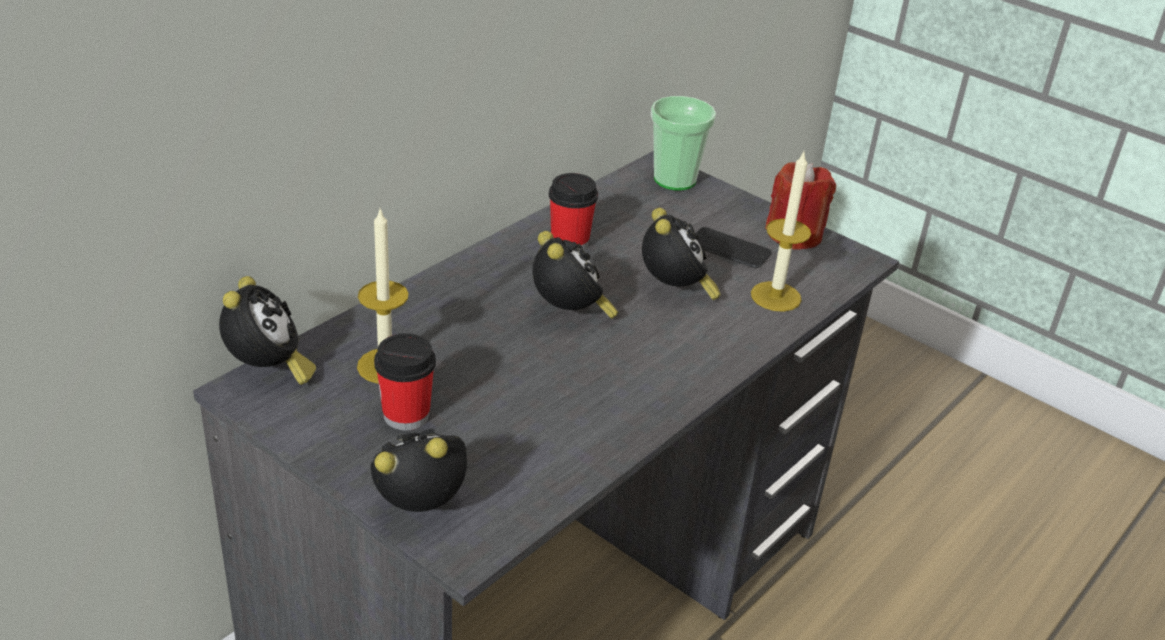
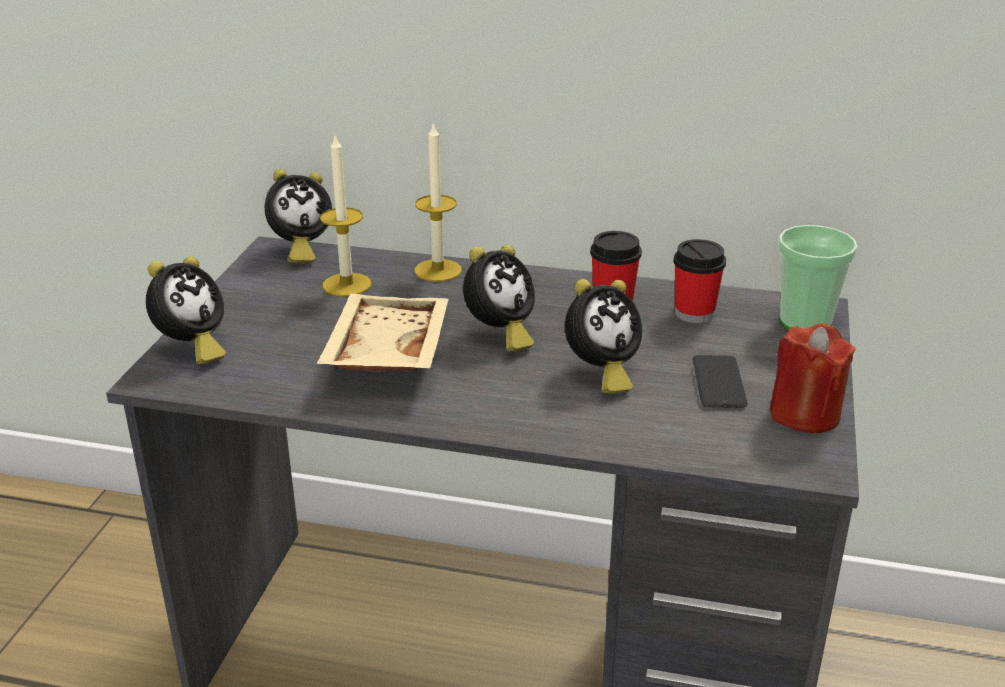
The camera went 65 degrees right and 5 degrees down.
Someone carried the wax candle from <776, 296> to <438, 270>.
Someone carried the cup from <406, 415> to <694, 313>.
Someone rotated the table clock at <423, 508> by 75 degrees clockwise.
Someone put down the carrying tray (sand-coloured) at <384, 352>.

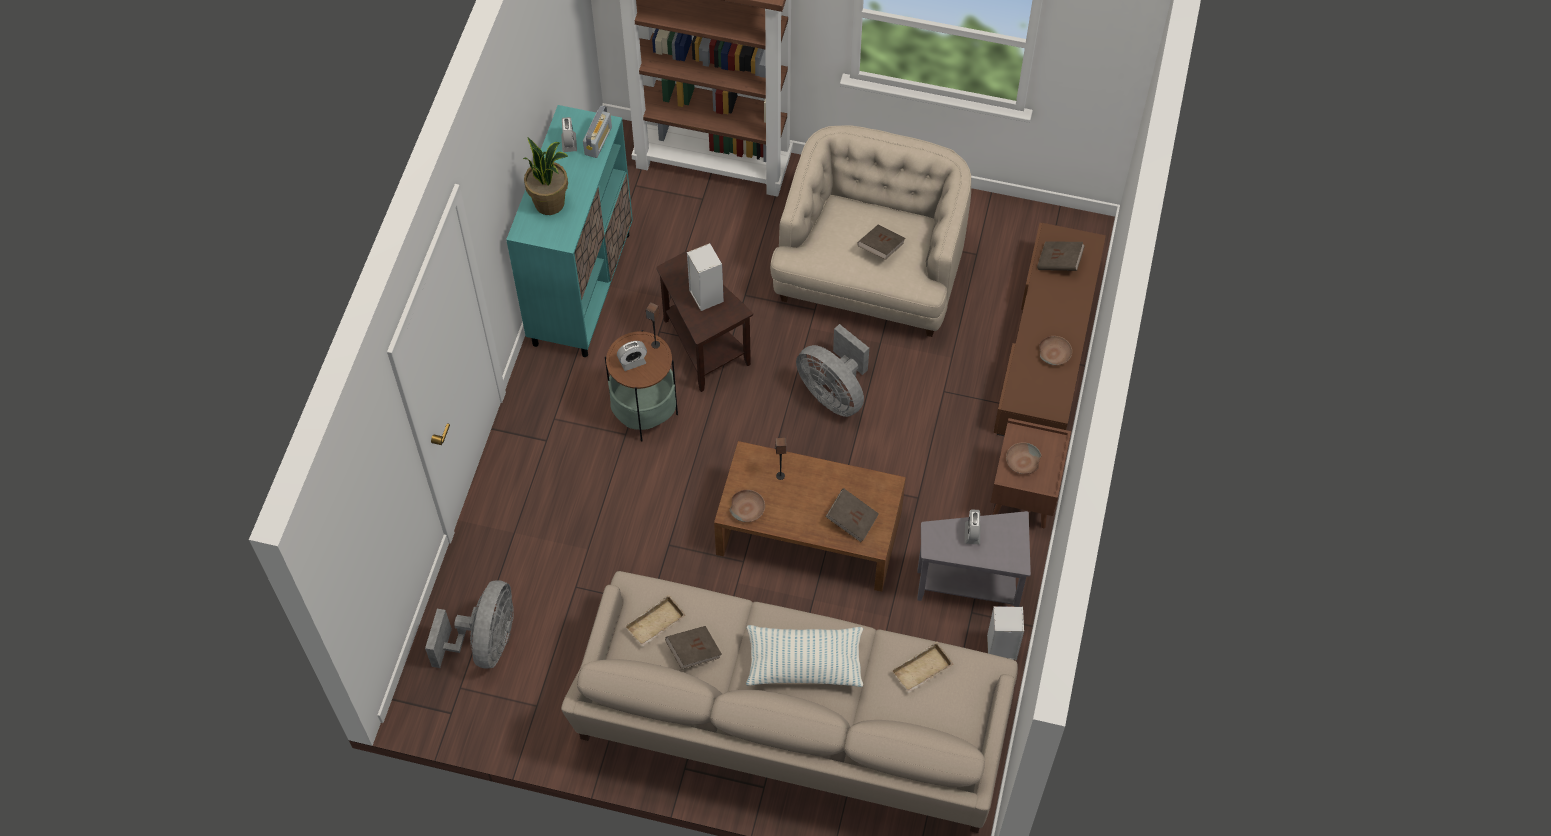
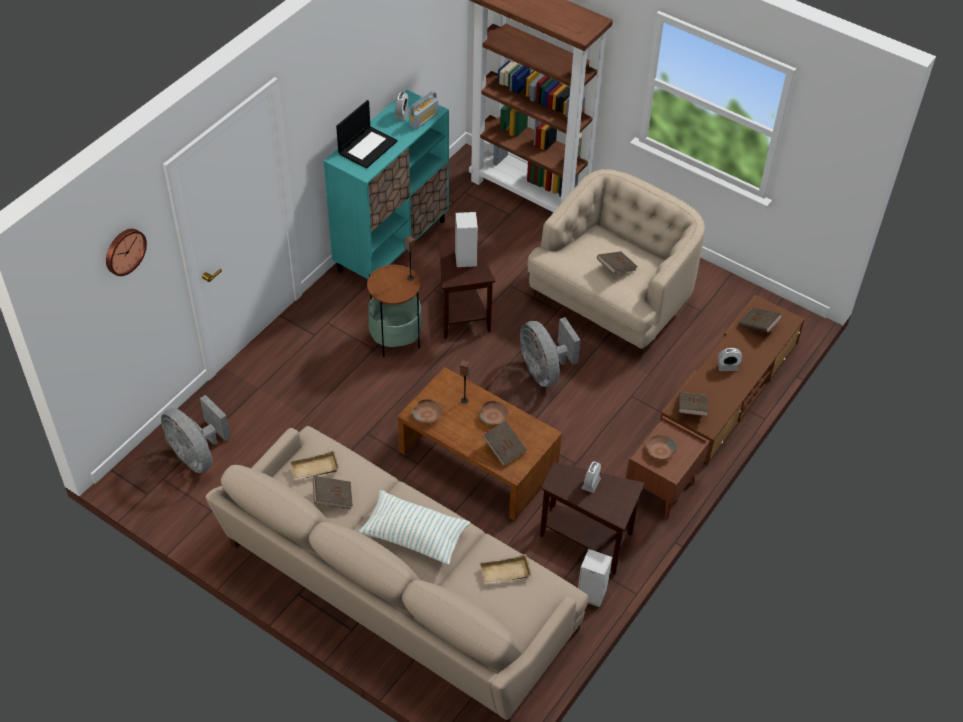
The camera went 20 degrees right and 10 degrees down.
Someone swapped the potted plant at <550, 202> for the notebook computer at <367, 147>.
Someone carried the bowl (brown-coloured) from <1054, 353> to <494, 416>.
Someone carried the table clock from <633, 362> to <727, 367>.
Someone repainted the end table (grey) at <972, 587>, which became the end table (brown-coloured) at <588, 541>.
Someone rotated the electric fan (grey) at <485, 643> by 105 degrees clockwise.
Someone put up the wall clock at <124, 251>.
Someone put down the volume (brown-coloured) at <691, 410>.

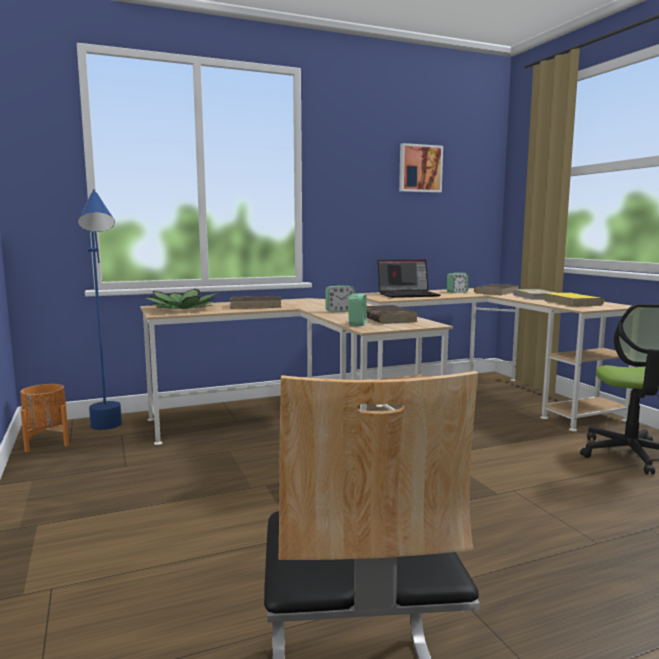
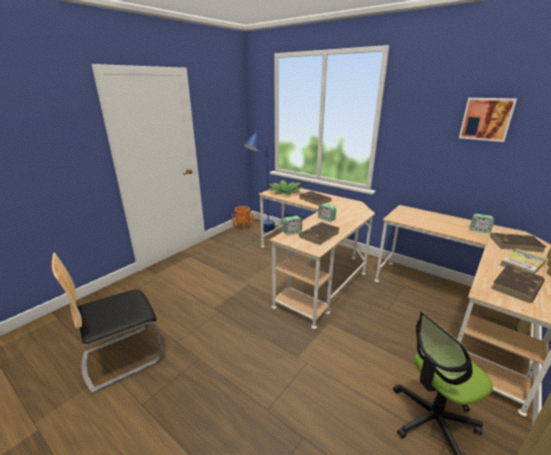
The camera went 60 degrees right and 15 degrees up.
Someone took away the notebook computer at <408, 295>.
Someone repainted the volume (yellow-coloured) at <573, 303>, which became the volume (brown-coloured) at <517, 286>.

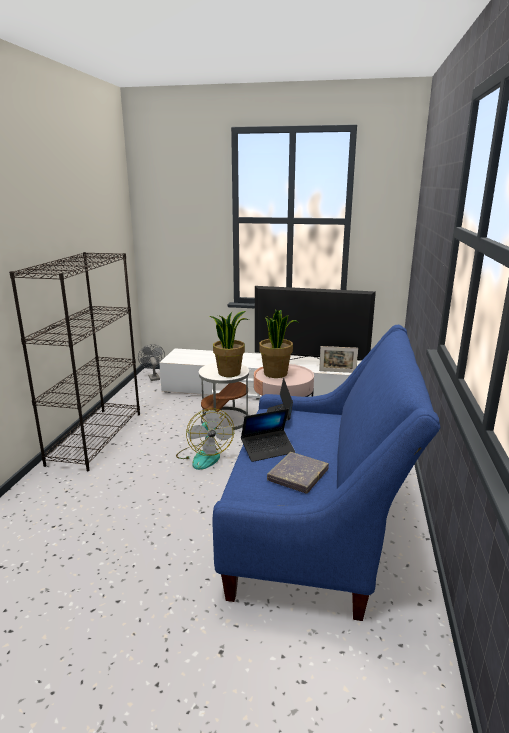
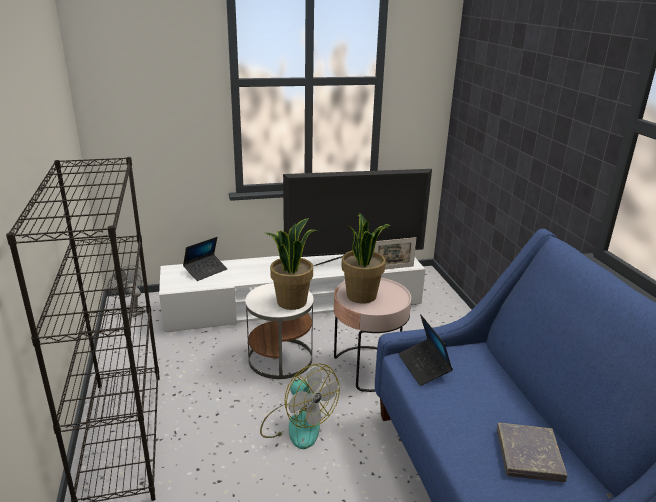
The camera went 25 degrees left and 5 degrees up.
Someone carried the notebook computer from <268, 450> to <205, 271>.

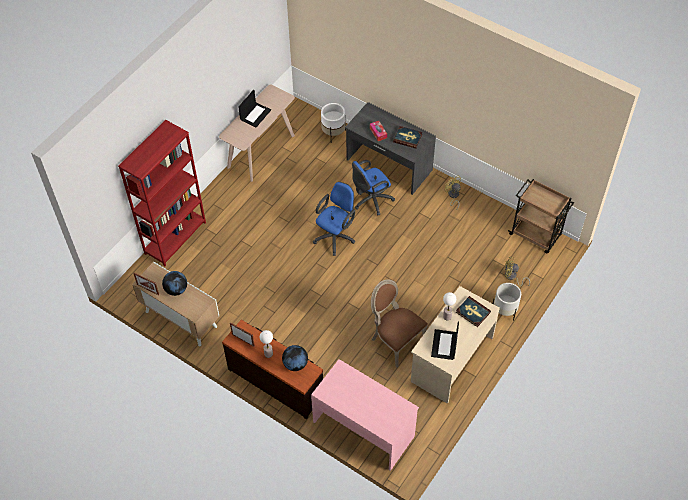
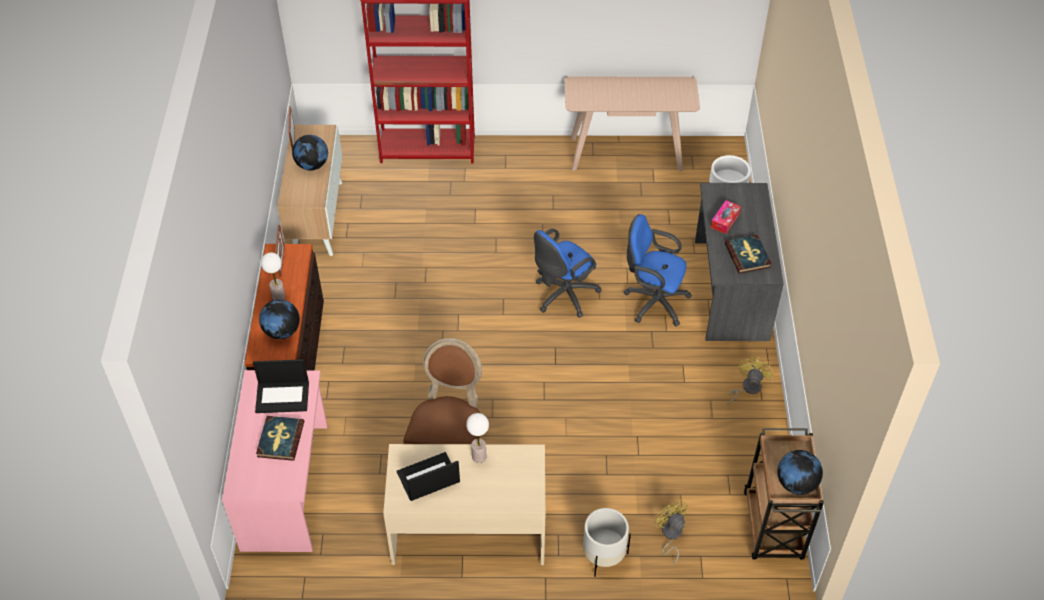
The camera went 55 degrees right and 5 degrees down.
Someone carried the notebook computer from <255, 114> to <283, 396>.
Someone rotated the office chair (bluish) at <336, 236> by 135 degrees clockwise.
Someone carried the volume from <473, 312> to <280, 439>.
Someone put down the world globe at <796, 483>.

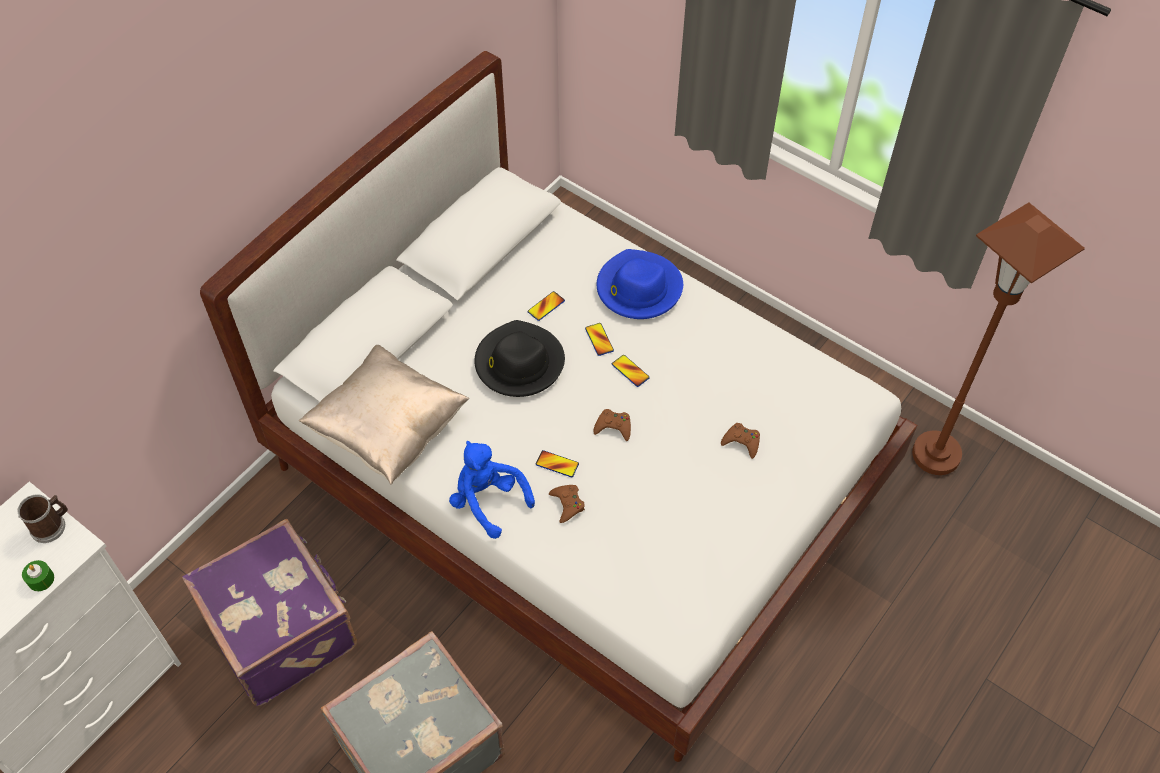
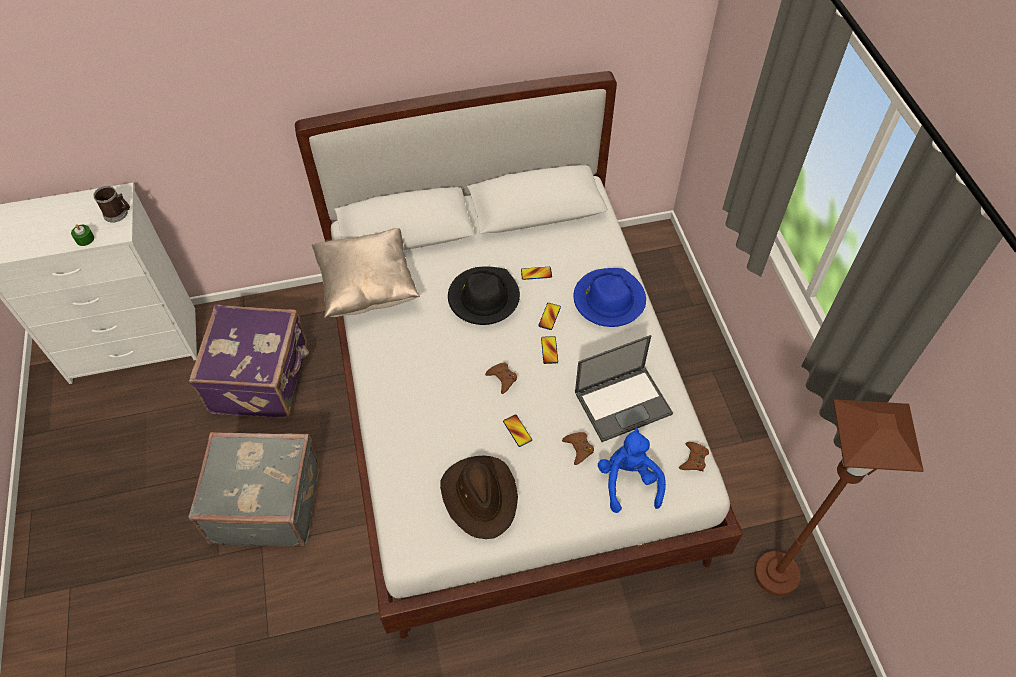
The camera went 40 degrees right and 0 degrees up.
Someone carried the cuddly toy (bluish) from <488, 501> to <629, 481>.
Someone carried the phone from <557, 464> to <517, 431>.
Someone carried the joypad (brown-coloured) from <567, 504> to <693, 459>.
Someone put down the notebook computer at <624, 402>.
Someone put down the clothing hat (brown-coloured) at <480, 496>.

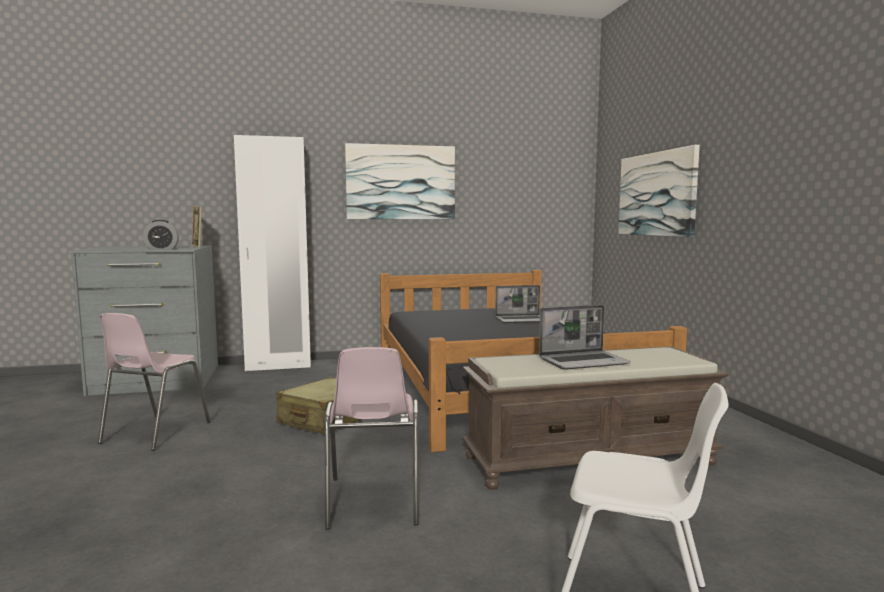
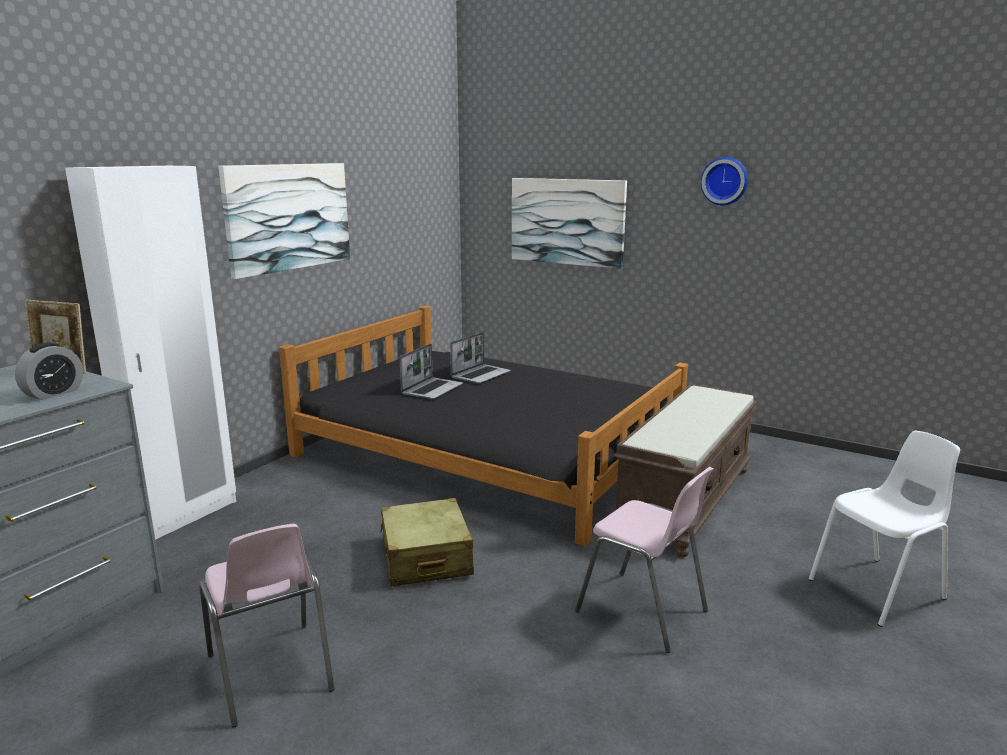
The camera went 45 degrees left and 10 degrees up.
Someone carried the notebook computer from <584, 362> to <432, 389>.
Someone put up the wall clock at <725, 181>.

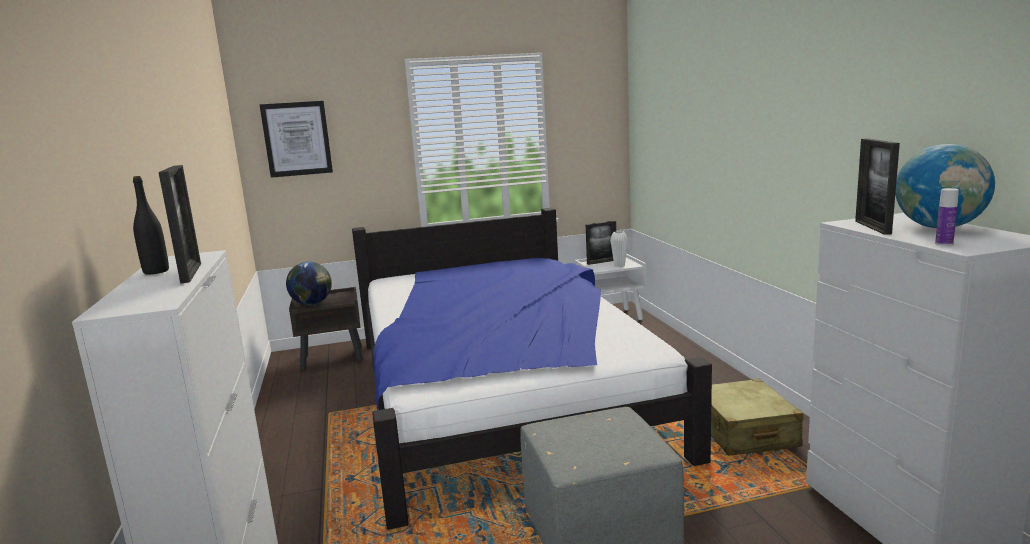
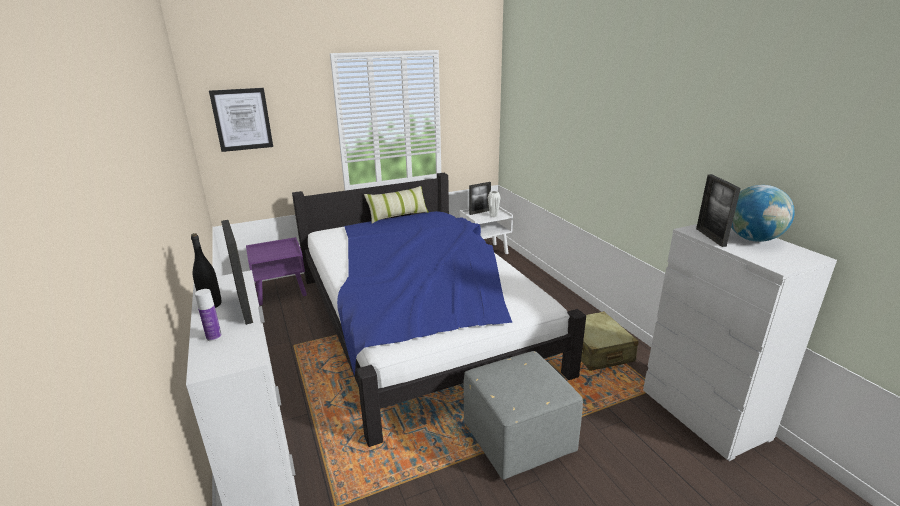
The camera went 10 degrees left and 10 degrees up.
Someone carried the bottle from <944, 244> to <214, 337>.
Someone took away the world globe at <312, 303>.
Someone repainted the bedside table (brown-coloured) at <333, 358>, which became the bedside table (purple) at <281, 293>.
Someone put down the cushion at <398, 216>.

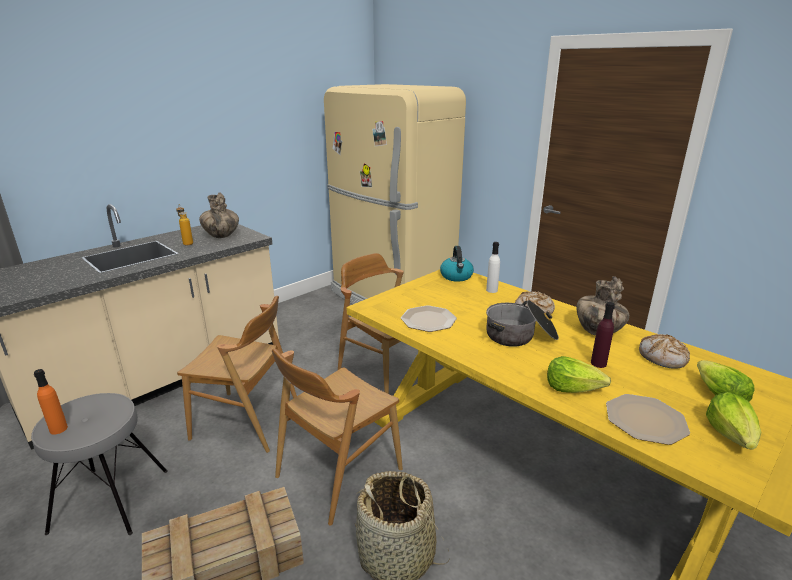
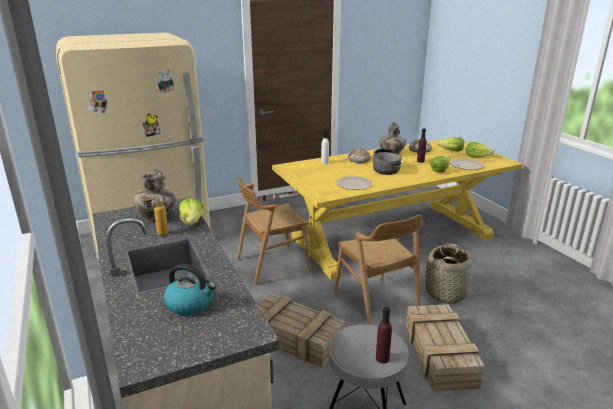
The camera went 70 degrees left and 0 degrees up.
Someone carried the water kettle from <456, 276> to <191, 304>.
Someone swapped the chair (brown-coloured) at <246, 421> for the shipping crate at <296, 338>.
Someone repainted the bottle (orange-coloured) at <58, 429>, which became the bottle (purple) at <382, 358>.
Someone put down the head of lettuce at <192, 222>.

